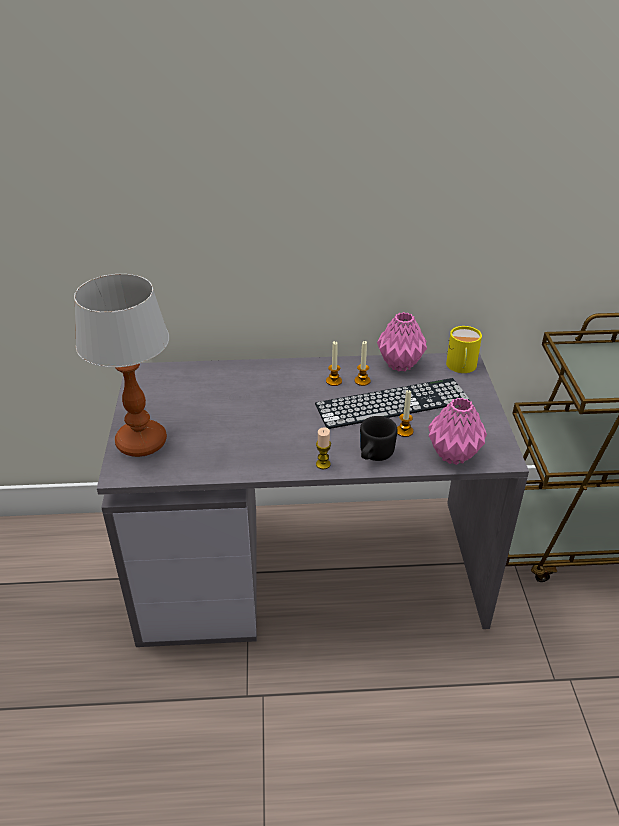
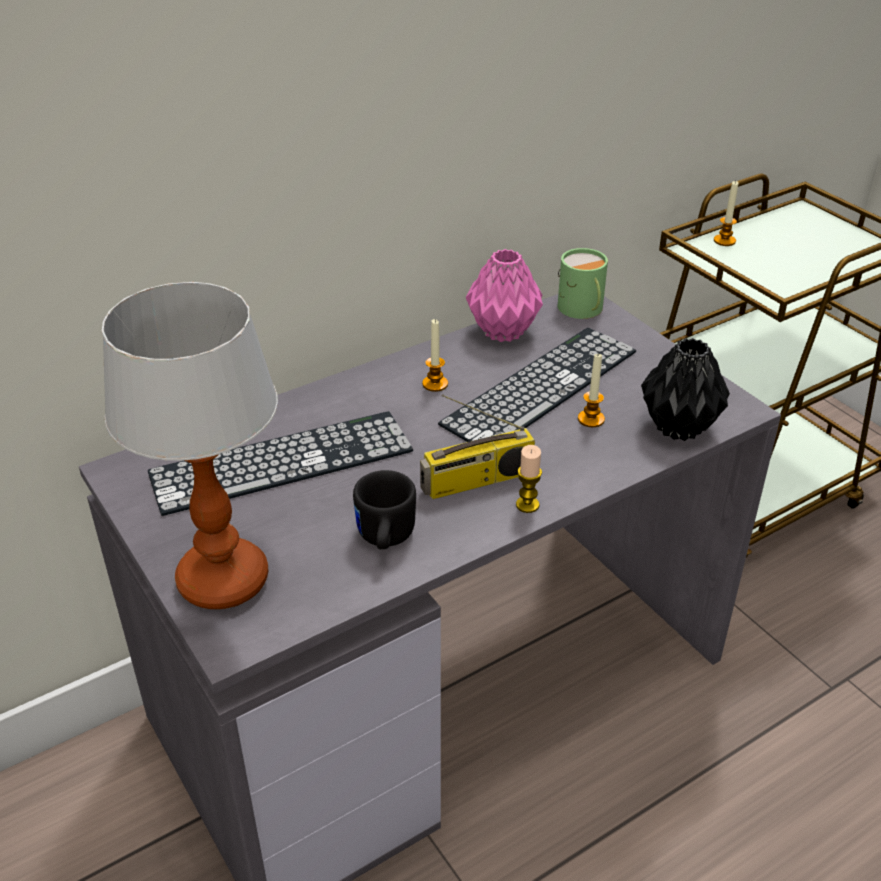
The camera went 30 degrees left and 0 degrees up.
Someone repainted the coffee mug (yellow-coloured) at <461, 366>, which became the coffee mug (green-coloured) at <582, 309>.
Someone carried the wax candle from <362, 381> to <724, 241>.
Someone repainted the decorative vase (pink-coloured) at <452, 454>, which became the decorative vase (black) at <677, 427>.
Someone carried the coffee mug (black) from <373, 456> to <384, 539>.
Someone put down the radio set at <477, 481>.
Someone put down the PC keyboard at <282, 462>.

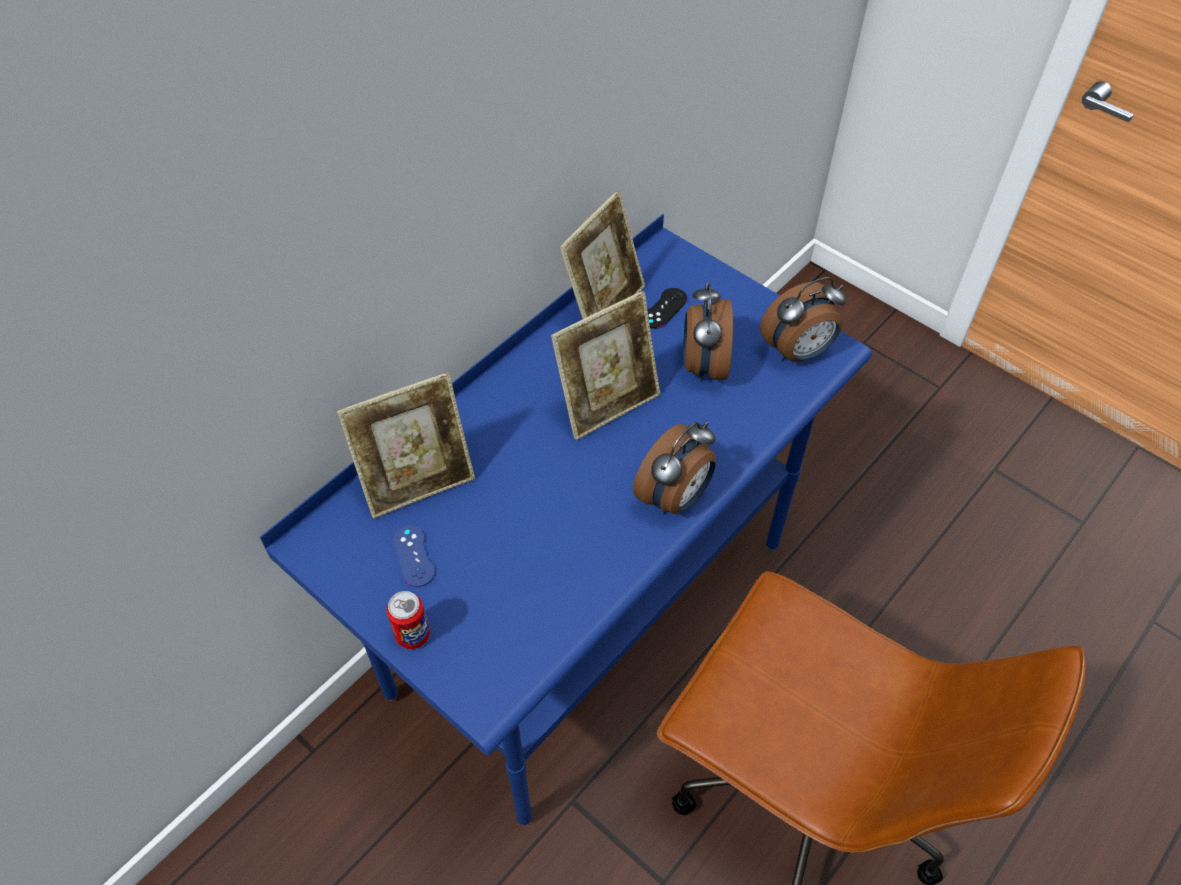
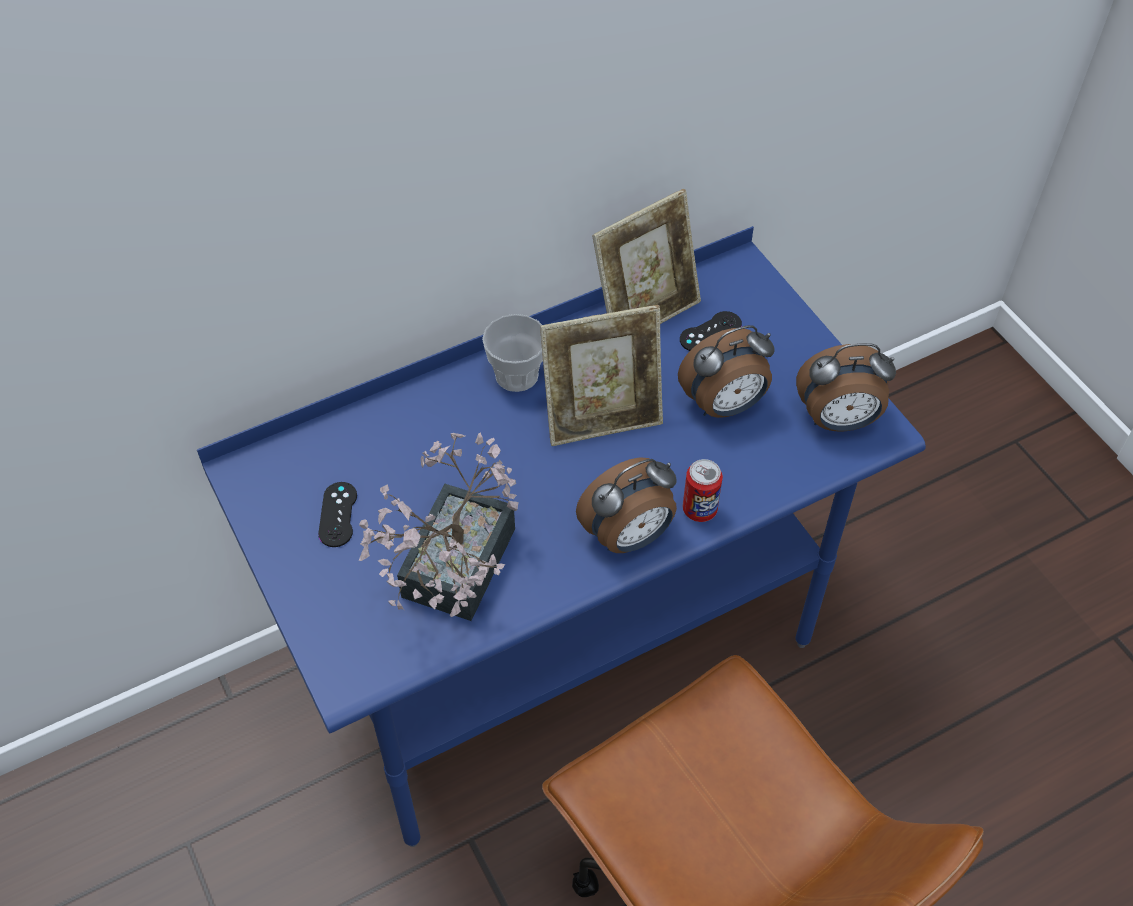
The camera went 20 degrees right and 0 degrees up.
Someone rotated the table clock at <703, 365> by 135 degrees counterclockwise.
Someone took away the picture frame at <418, 482>.
Someone repainted the joypad (bluish) at <414, 556>, which became the joypad (black) at <338, 514>.
Someone carried the metal can from <412, 635> to <699, 509>.
Someone put down the cup at <516, 375>.
Someone put down the potted plant at <451, 575>.

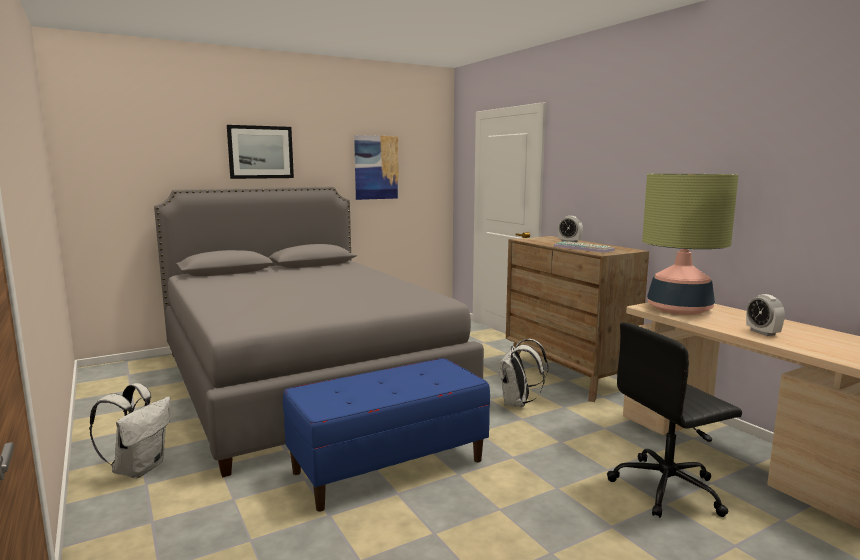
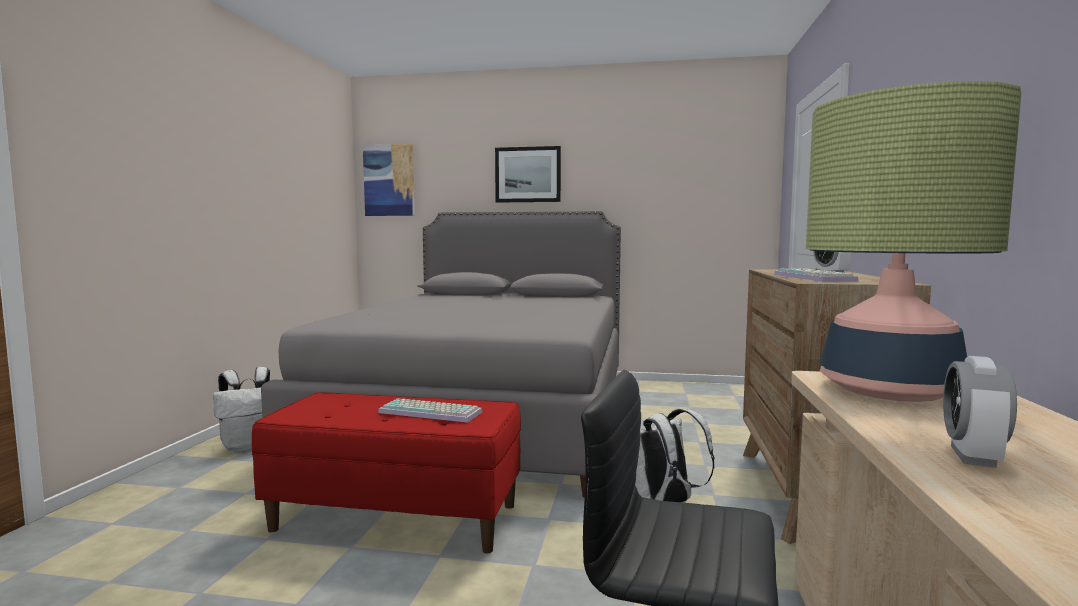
The camera went 40 degrees right and 5 degrees down.
Someone carried the picture from <376, 167> to <389, 180>.
Someone repainted the indoor bench (bluish) at <389, 466>, which became the indoor bench (reddish) at <397, 517>.
Someone put down the PC keyboard at <432, 412>.

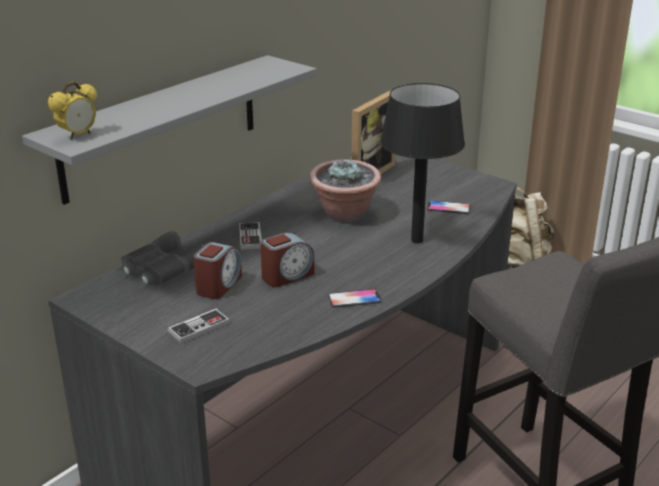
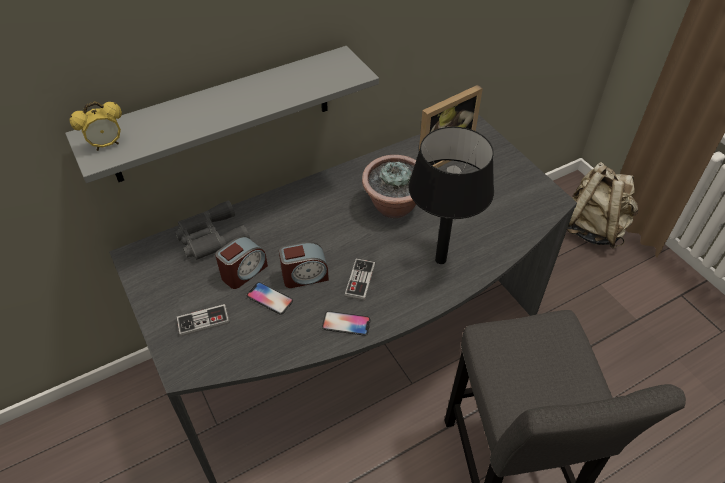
The camera went 20 degrees right and 20 degrees up.
Someone carried the phone from <448, 208> to <269, 299>.
Someone carried the joypad from <250, 237> to <360, 280>.

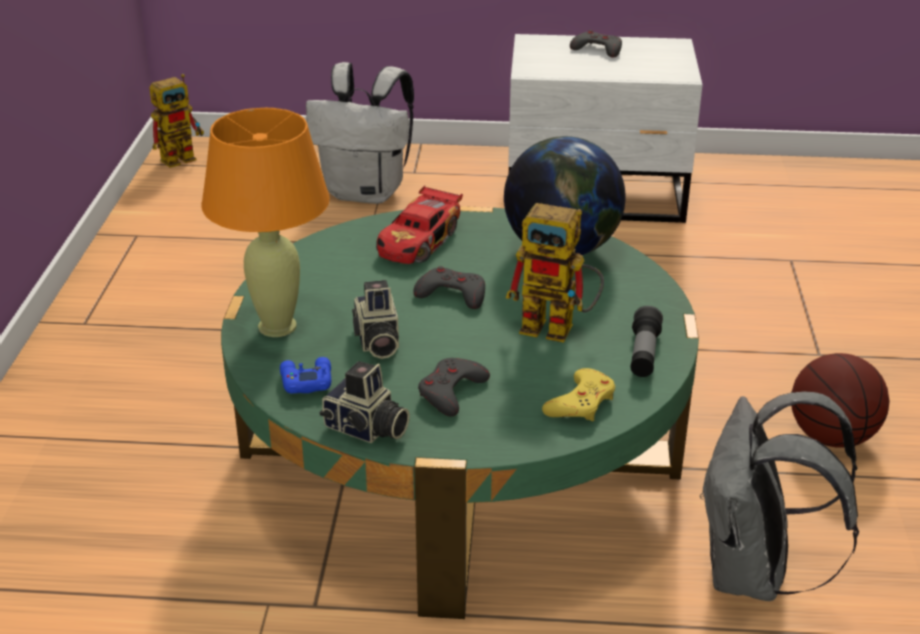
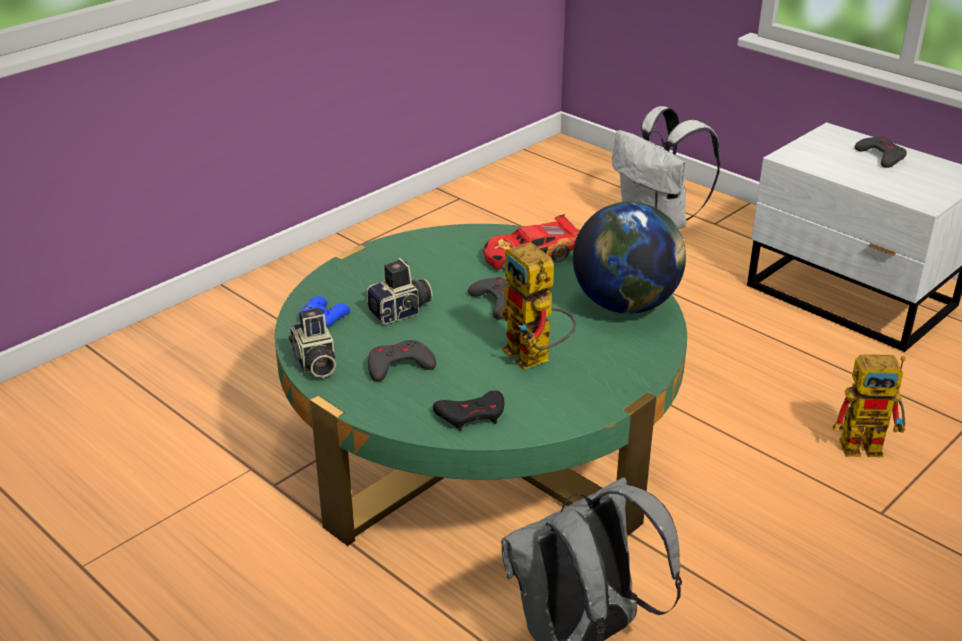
The camera went 40 degrees right and 0 degrees up.
Someone carried the toy robot from <183, 157> to <869, 445>.
Someone took away the tabletop lamp (orange-coloured) at <278, 326>.
Someone rotated the photo camera at <376, 342> by 150 degrees counterclockwise.
Someone took away the torch at <643, 354>.
Someone took away the ball for basketball at <831, 437>.
Someone repainted the joypad (yellow-coloured) at <581, 403>, which became the joypad (black) at <472, 415>.

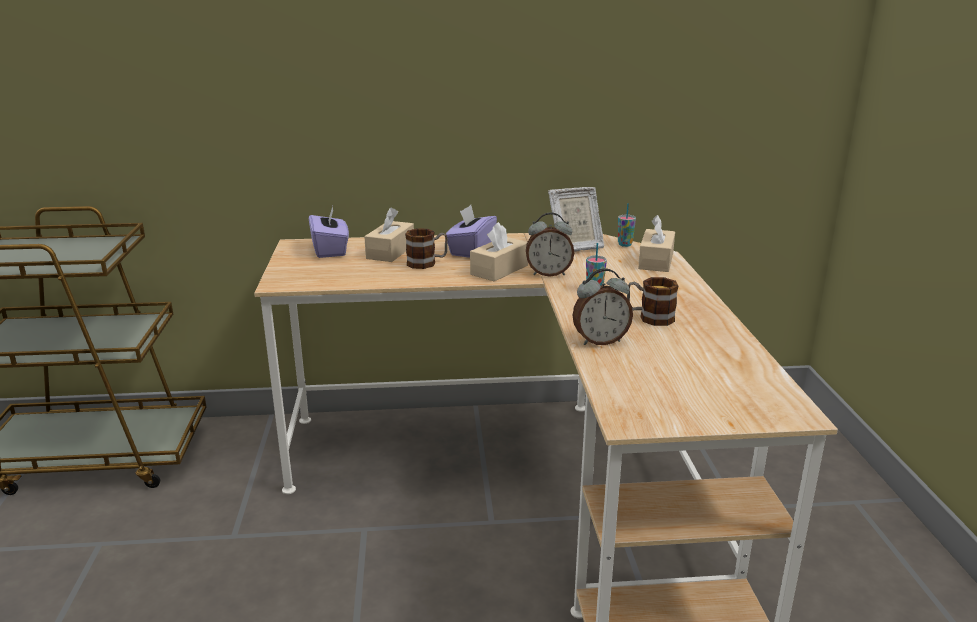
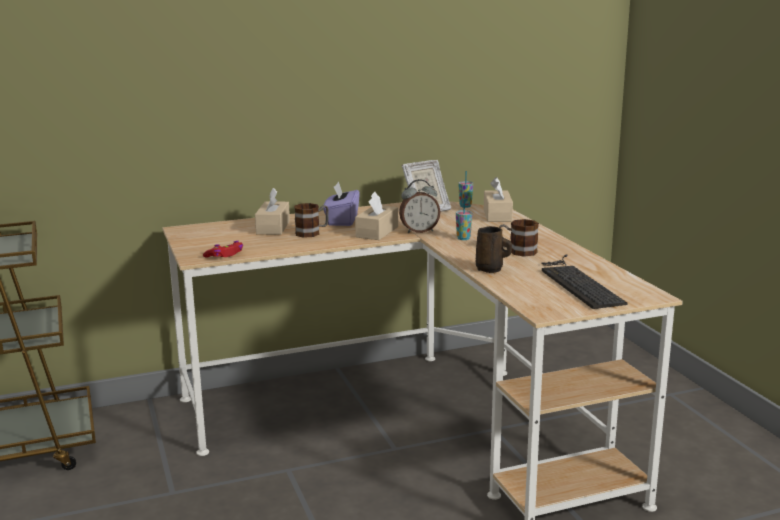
The camera went 15 degrees left and 5 degrees down.
Someone took away the tissue box (purple) at <330, 250>.
Someone swapped the table clock at <600, 341> for the coffee mug (brown-coloured) at <491, 269>.
Someone put down the joypad (reddish) at <225, 255>.
Someone put down the PC keyboard at <577, 282>.

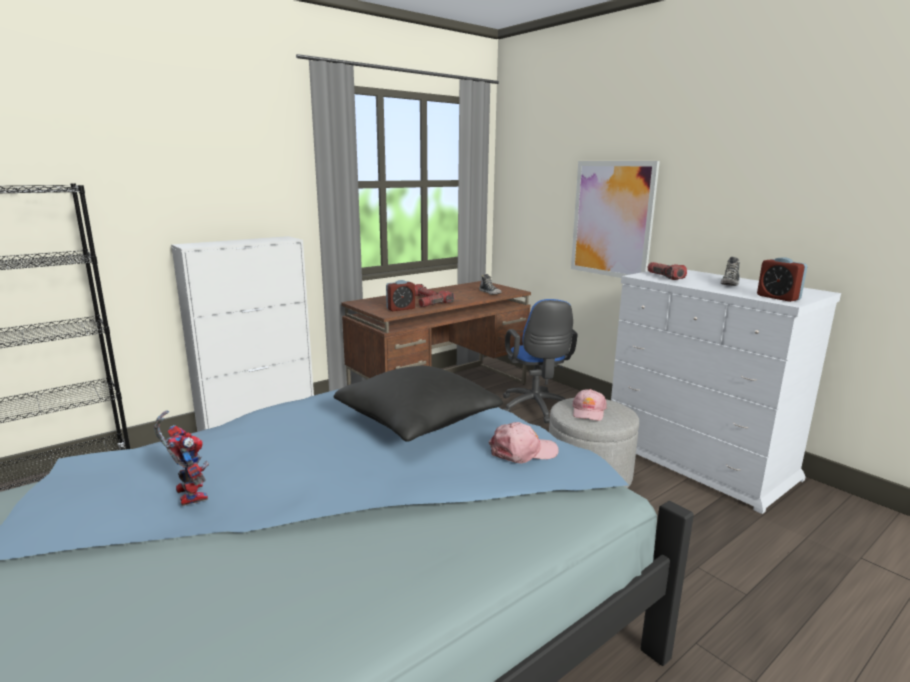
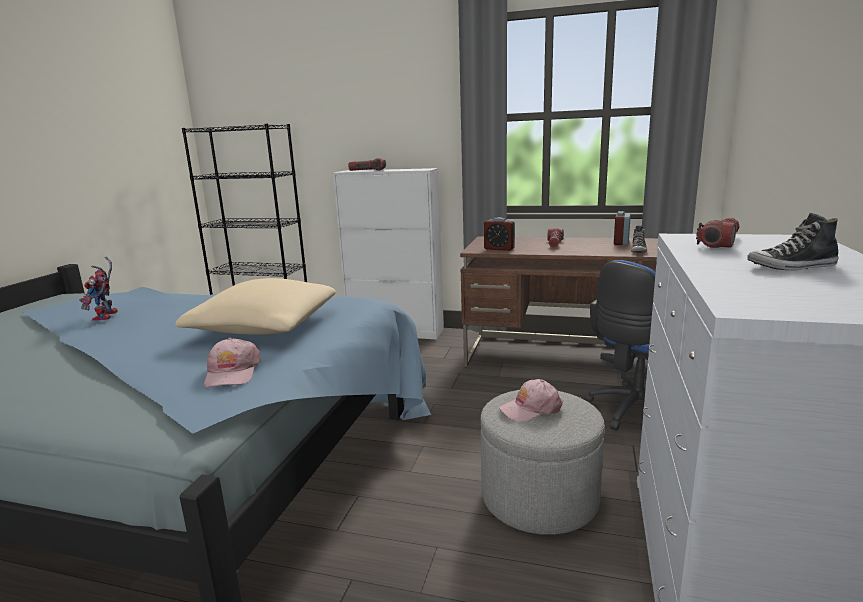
The camera went 55 degrees right and 0 degrees up.
Someone took away the picture at <612, 219>.
Someone carried the table clock from <778, 297> to <621, 242>.
Someone carried the torch from <436, 304> to <367, 170>.
Someone repainted the cushion (black) at <417, 420>, which became the cushion (sand-coloured) at <264, 327>.
Someone rotated the toy robot at <187, 493> by 150 degrees clockwise.
Someone rotated the peaked cap (pink-coloured) at <523, 451> by 45 degrees clockwise.

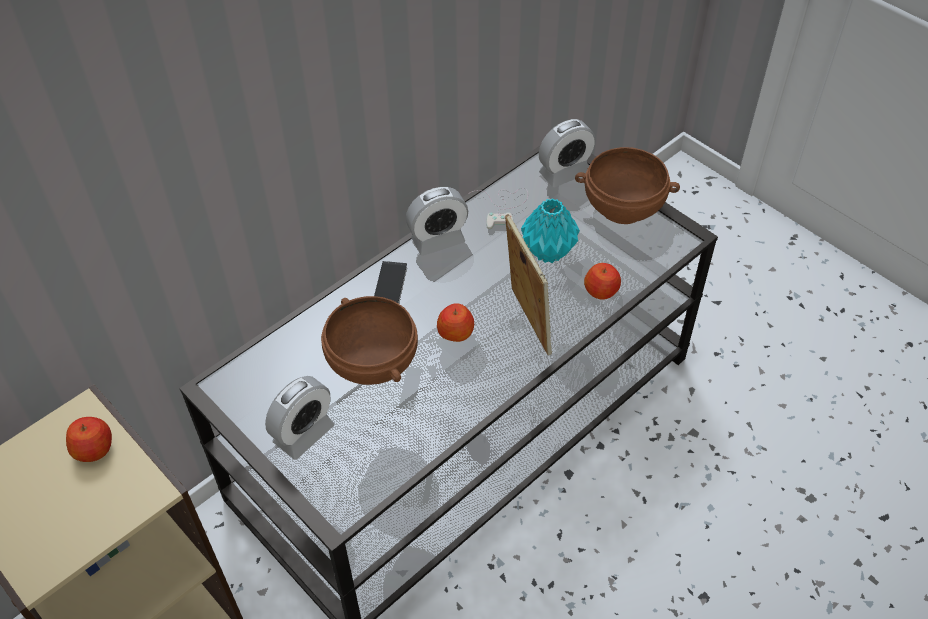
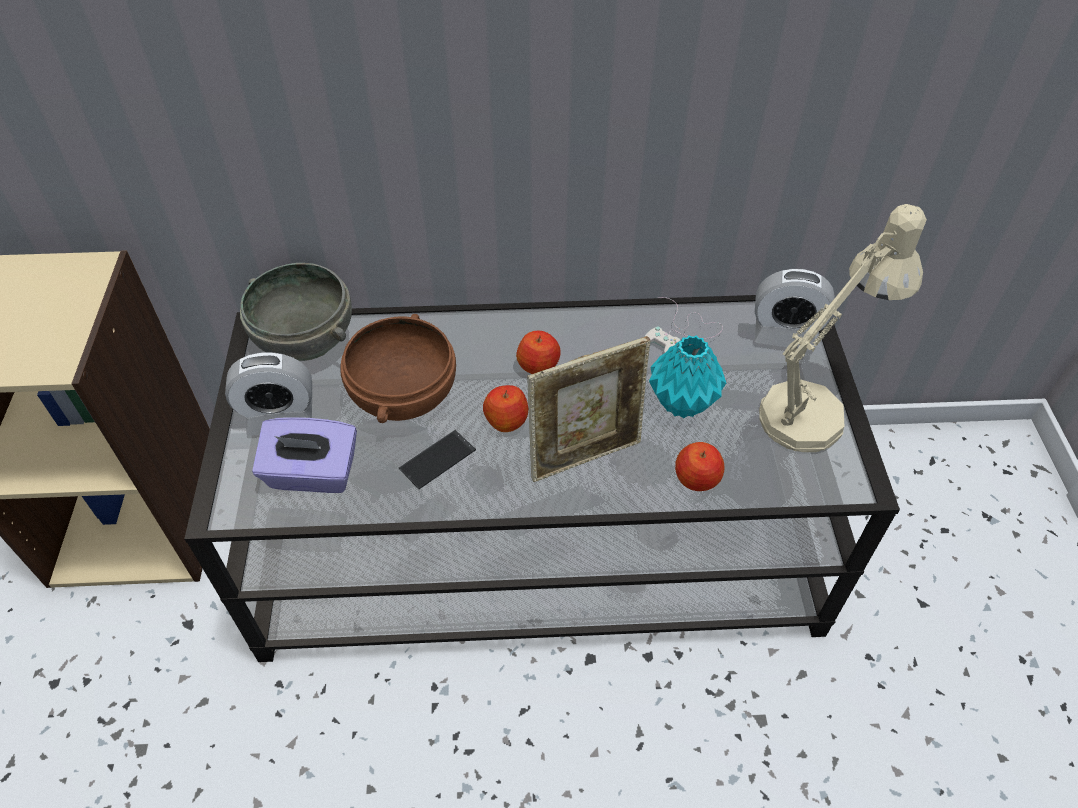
The camera went 40 degrees right and 0 degrees up.
Someone swapped the bowl (brown-coloured) at <622, 208> for the tabletop lamp (sand-coloured) at <812, 409>.
Someone took away the table clock at <438, 240>.
Someone rotated the picture frame at <526, 321> by 45 degrees clockwise.
Someone carried the phone from <390, 283> to <437, 459>.
Someone carried the apple fruit from <94, 448> to <539, 365>.
Someone put down the bowl (grey) at <307, 339>.
Someone put down the tissue box (purple) at <312, 474>.

